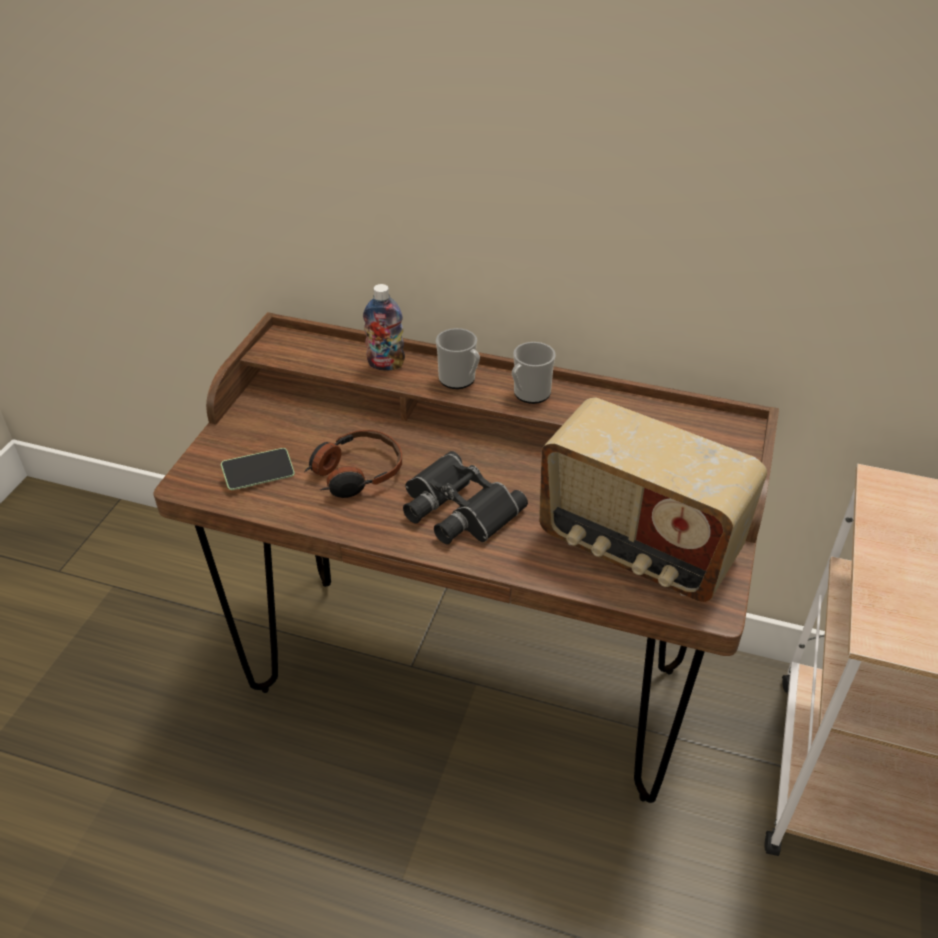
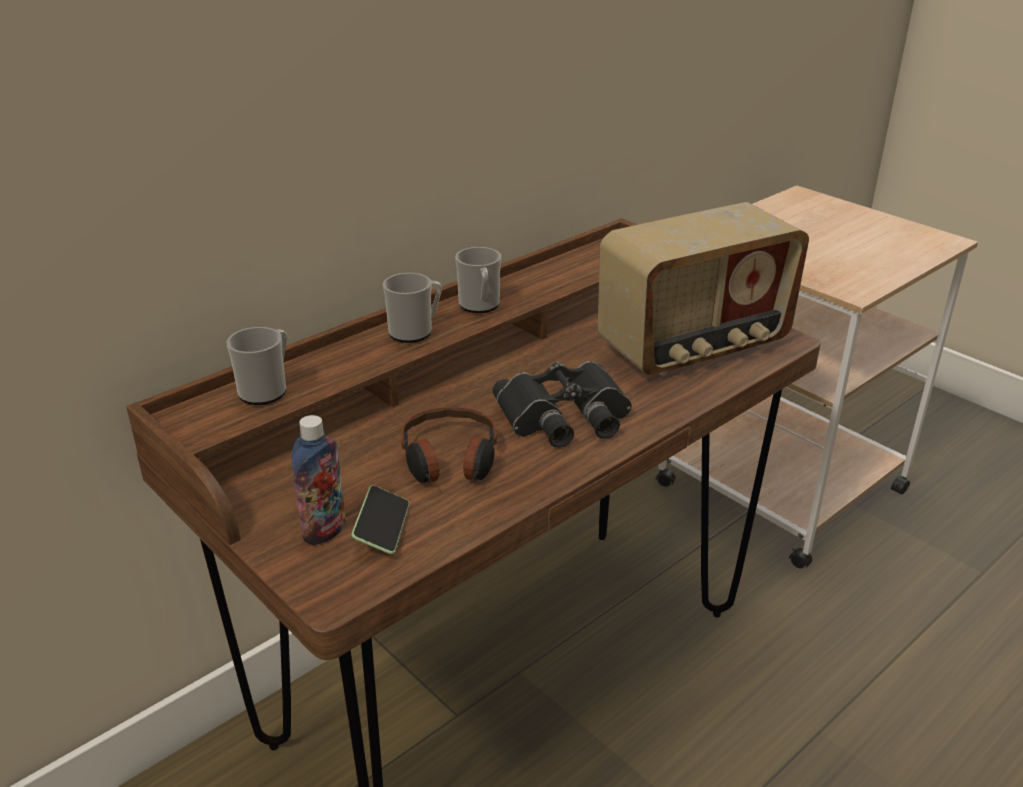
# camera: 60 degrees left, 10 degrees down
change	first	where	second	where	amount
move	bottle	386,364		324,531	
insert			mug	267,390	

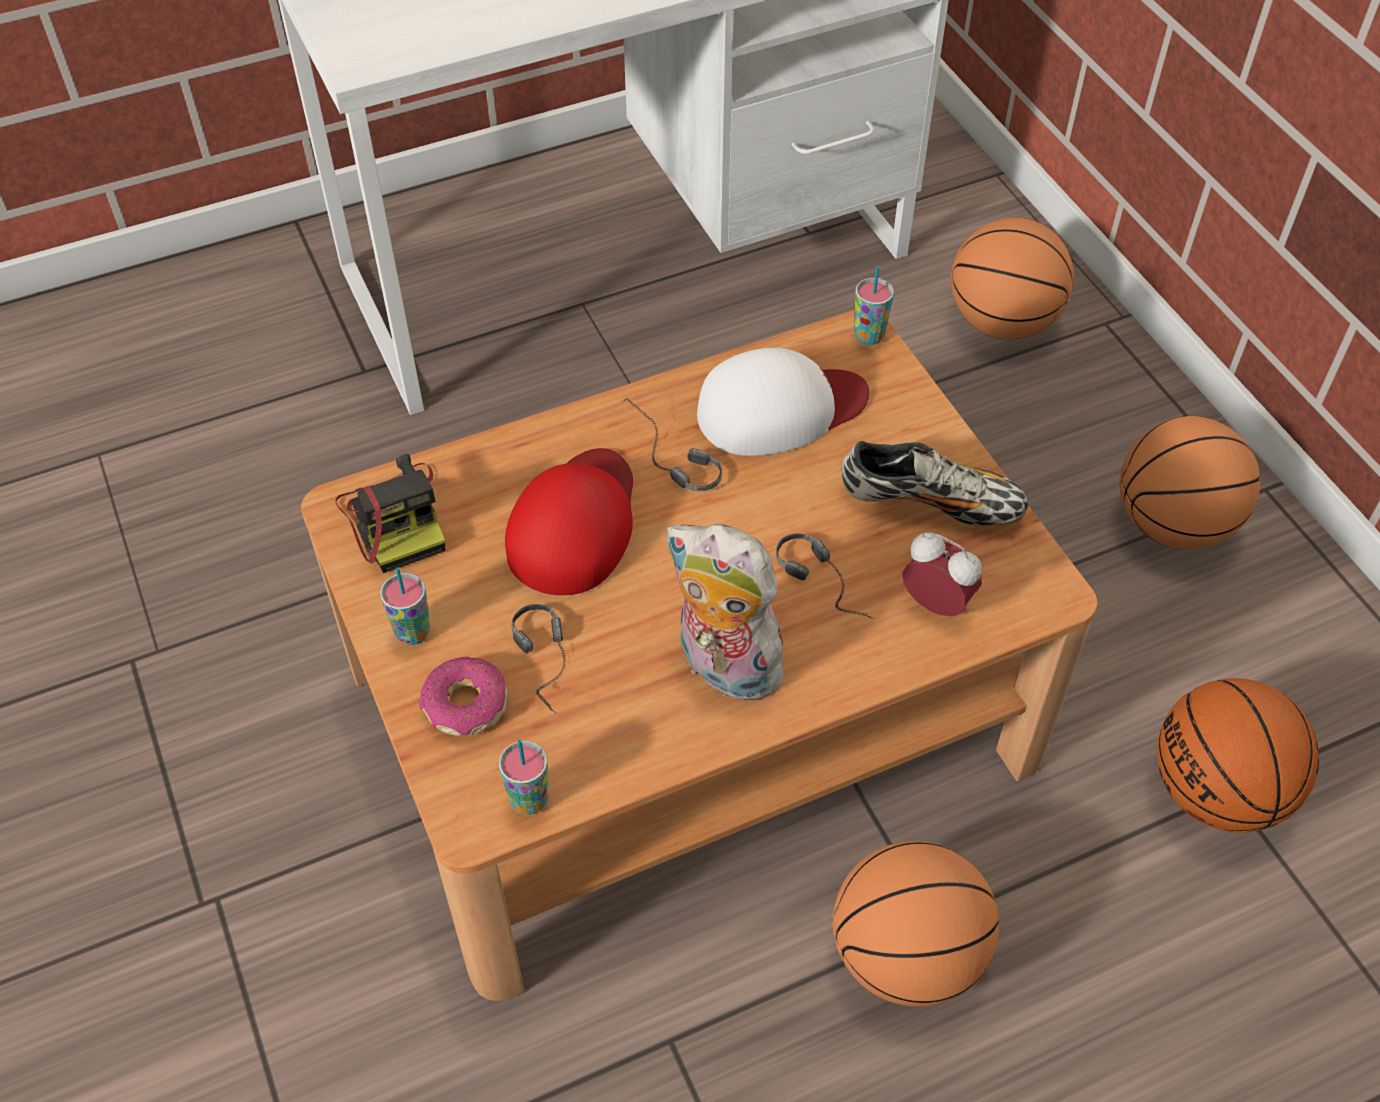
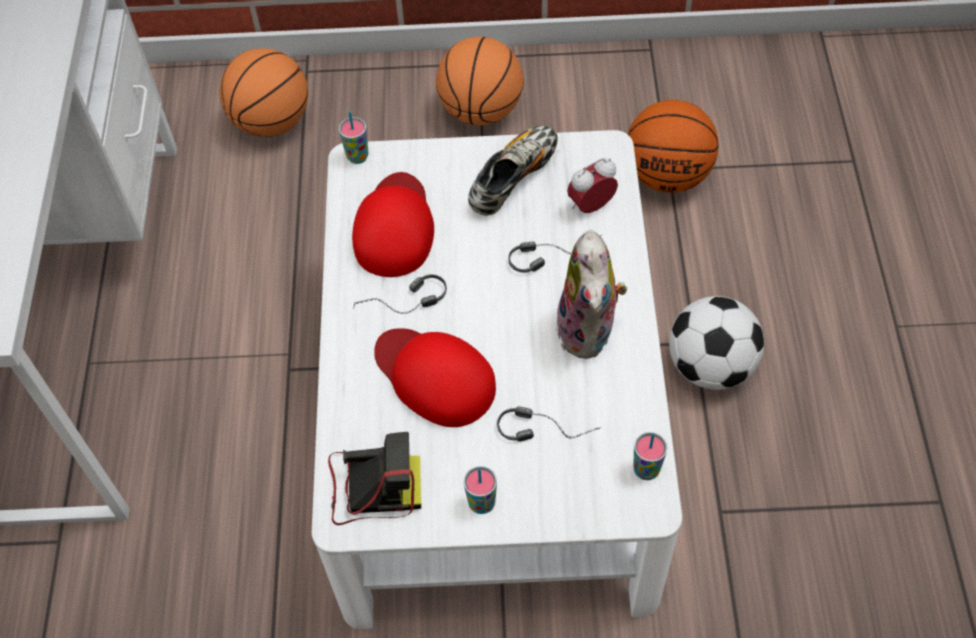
# camera: 65 degrees left, 5 degrees up
change	first	where	second	where	amount
recolor	brown coffee table	690,709	white coffee table	492,418	
delete	donut	465,705			
rotate	plush toy	722,667		589,331	60 degrees counterclockwise
recolor	white cap	780,409	red cap	395,227	
replace	basketball	906,956	football	710,366	

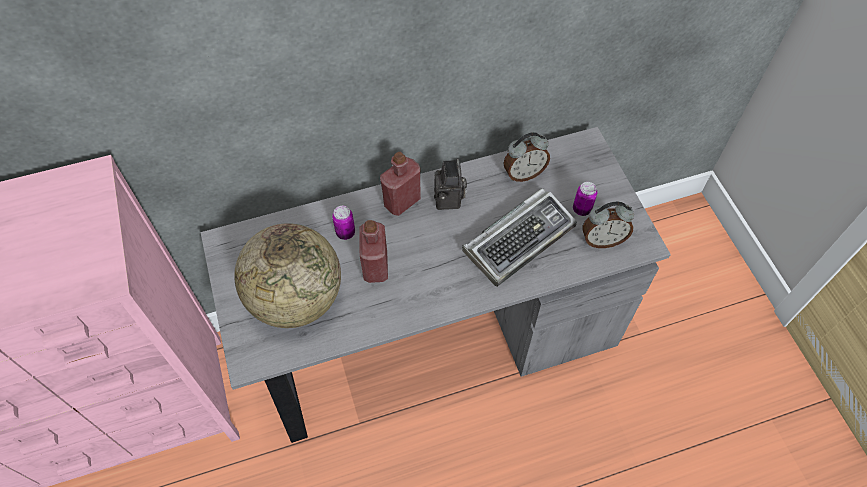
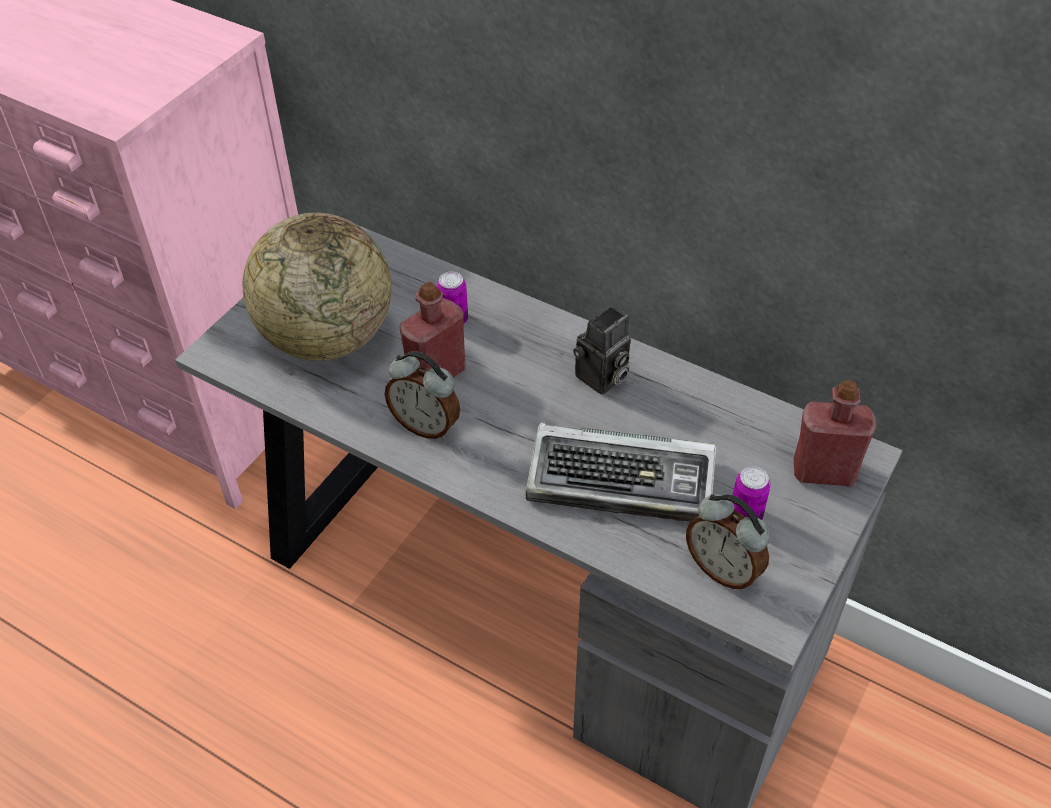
# camera: 50 degrees right, 10 degrees down
change	first	where	second	where	amount
move	red bottle	402,201		823,471	
move	alarm clock	523,173		426,425	

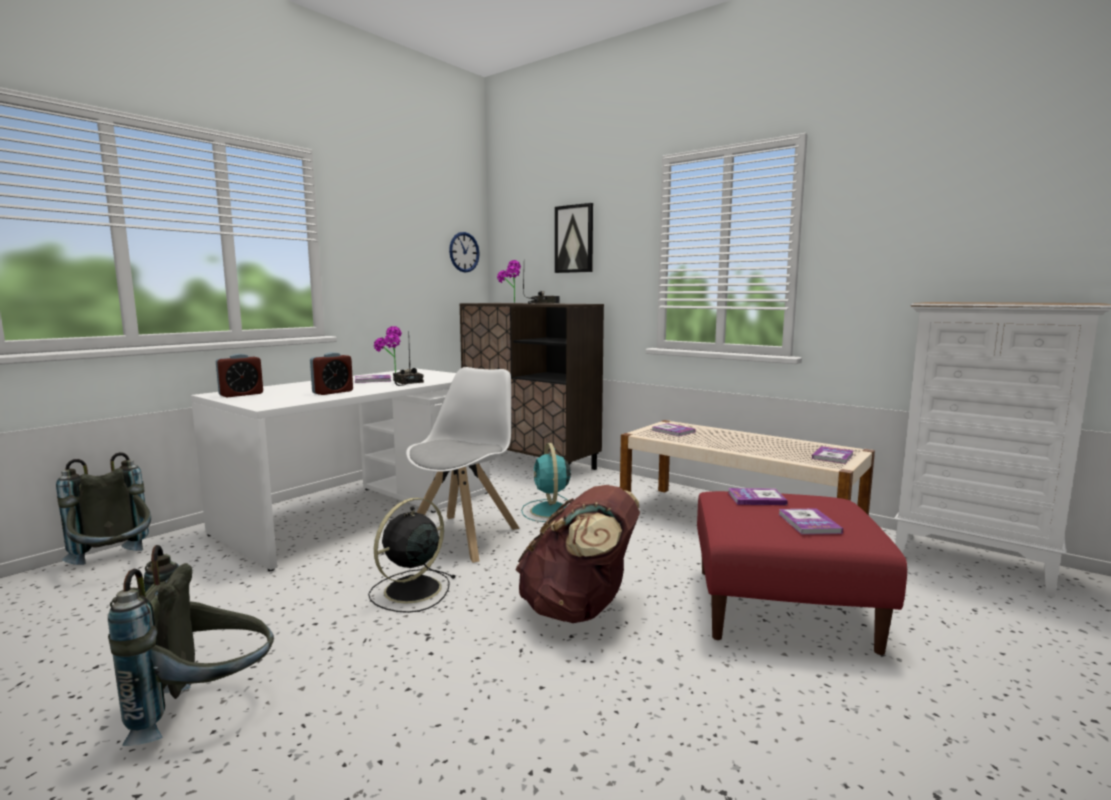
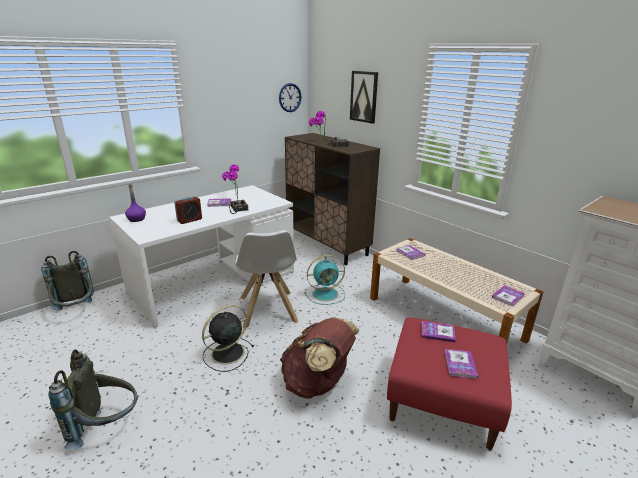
# camera: 10 degrees right, 15 degrees up
change	first	where	second	where	amount
replace	alarm clock	241,394	purple bottle	136,219	
rotate	chair	464,536		268,310	135 degrees clockwise
rotate	turquoise fan	550,511		326,294	105 degrees counterclockwise

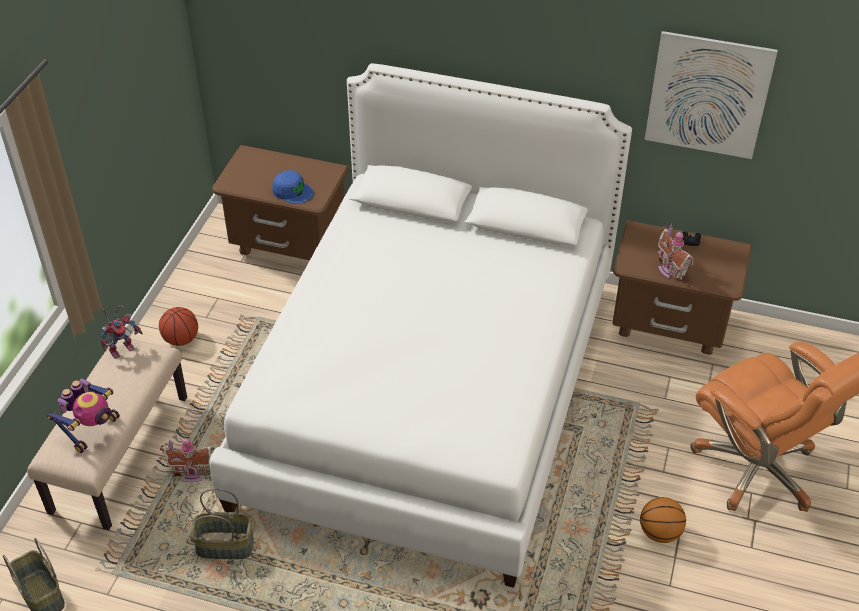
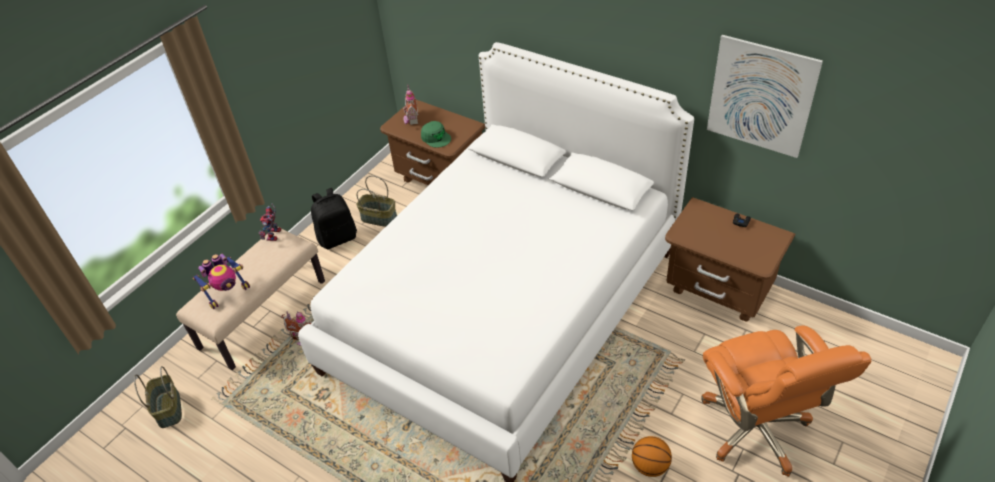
# camera: 20 degrees right, 0 degrees up
change	first	where	second	where	amount
rotate	toy robot	123,348		274,236	120 degrees clockwise
replace	basketball	181,339	black backpack	338,238	
move	basket	225,545		379,218	
recolor	blue cap	292,191	green cap	436,137	
move	toy house	669,269		411,119	

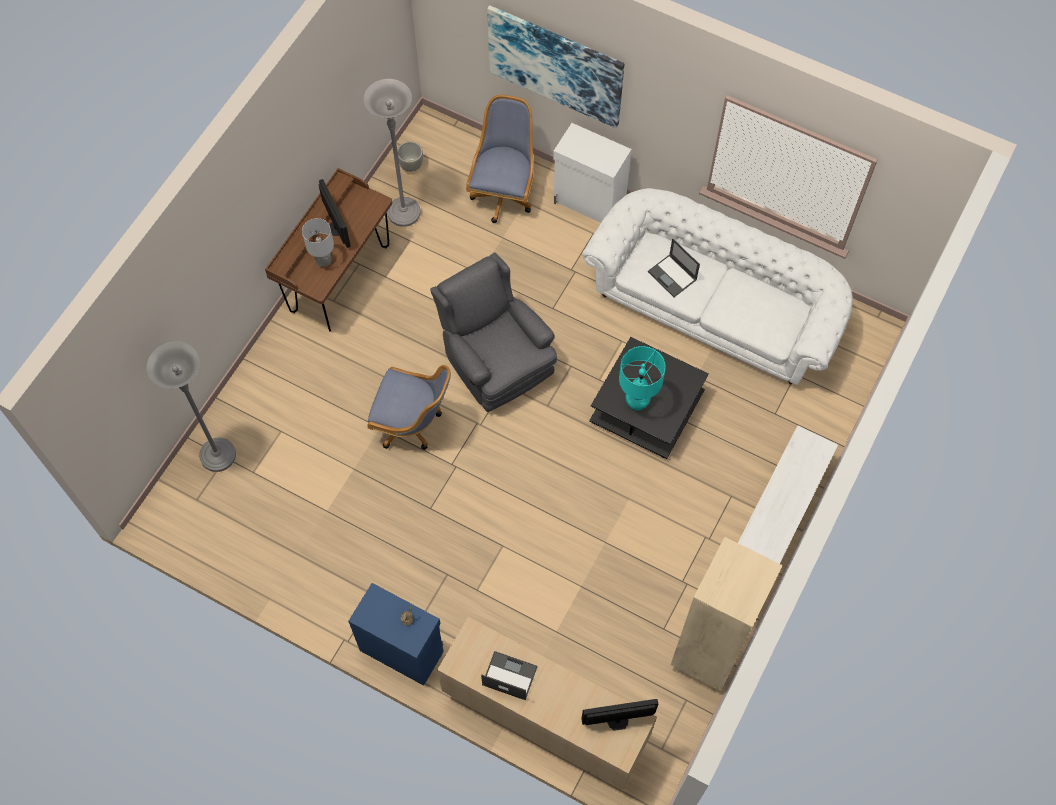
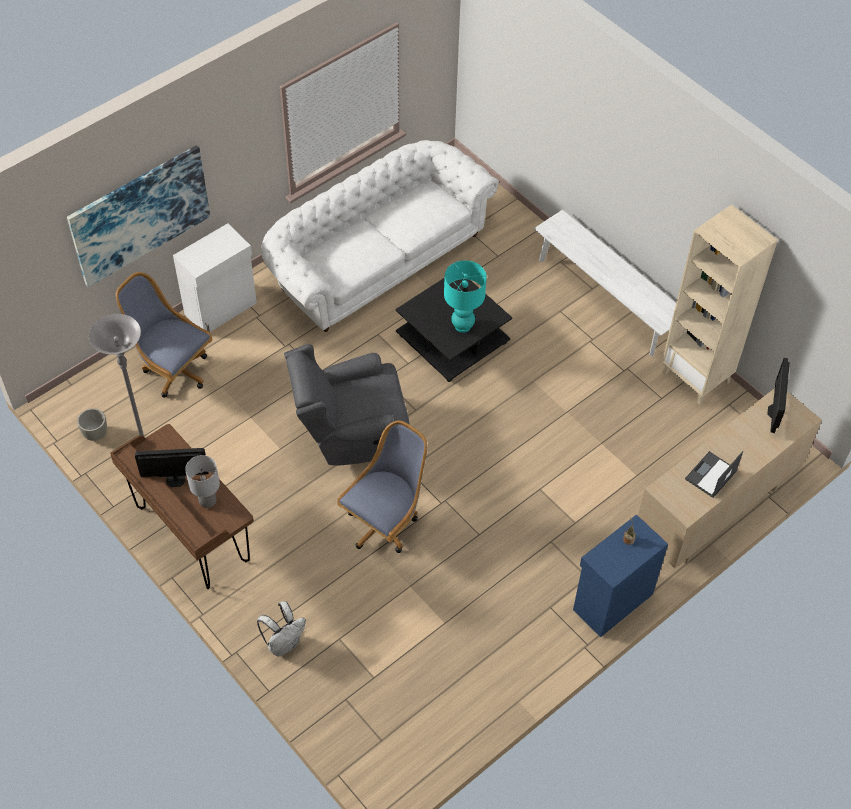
# camera: 70 degrees left, 10 degrees down
change	first	where	second	where	amount
delete	grey floor lamp	218,455			
delete	laptop	672,276			
insert			white backpack	284,643	

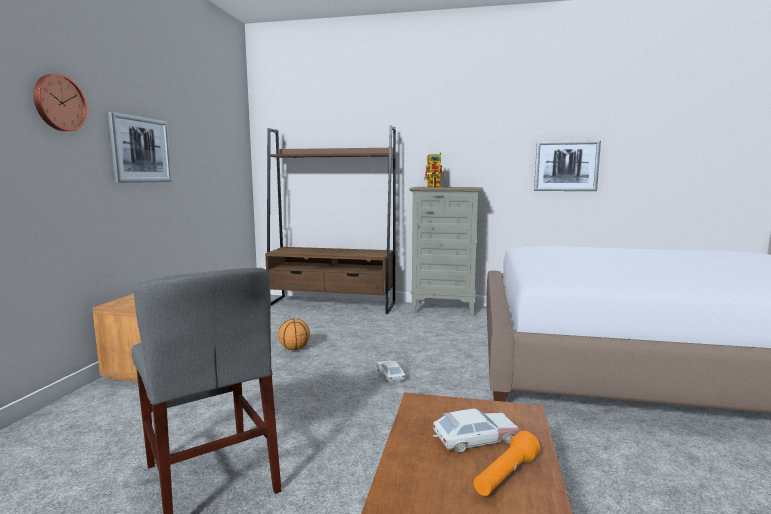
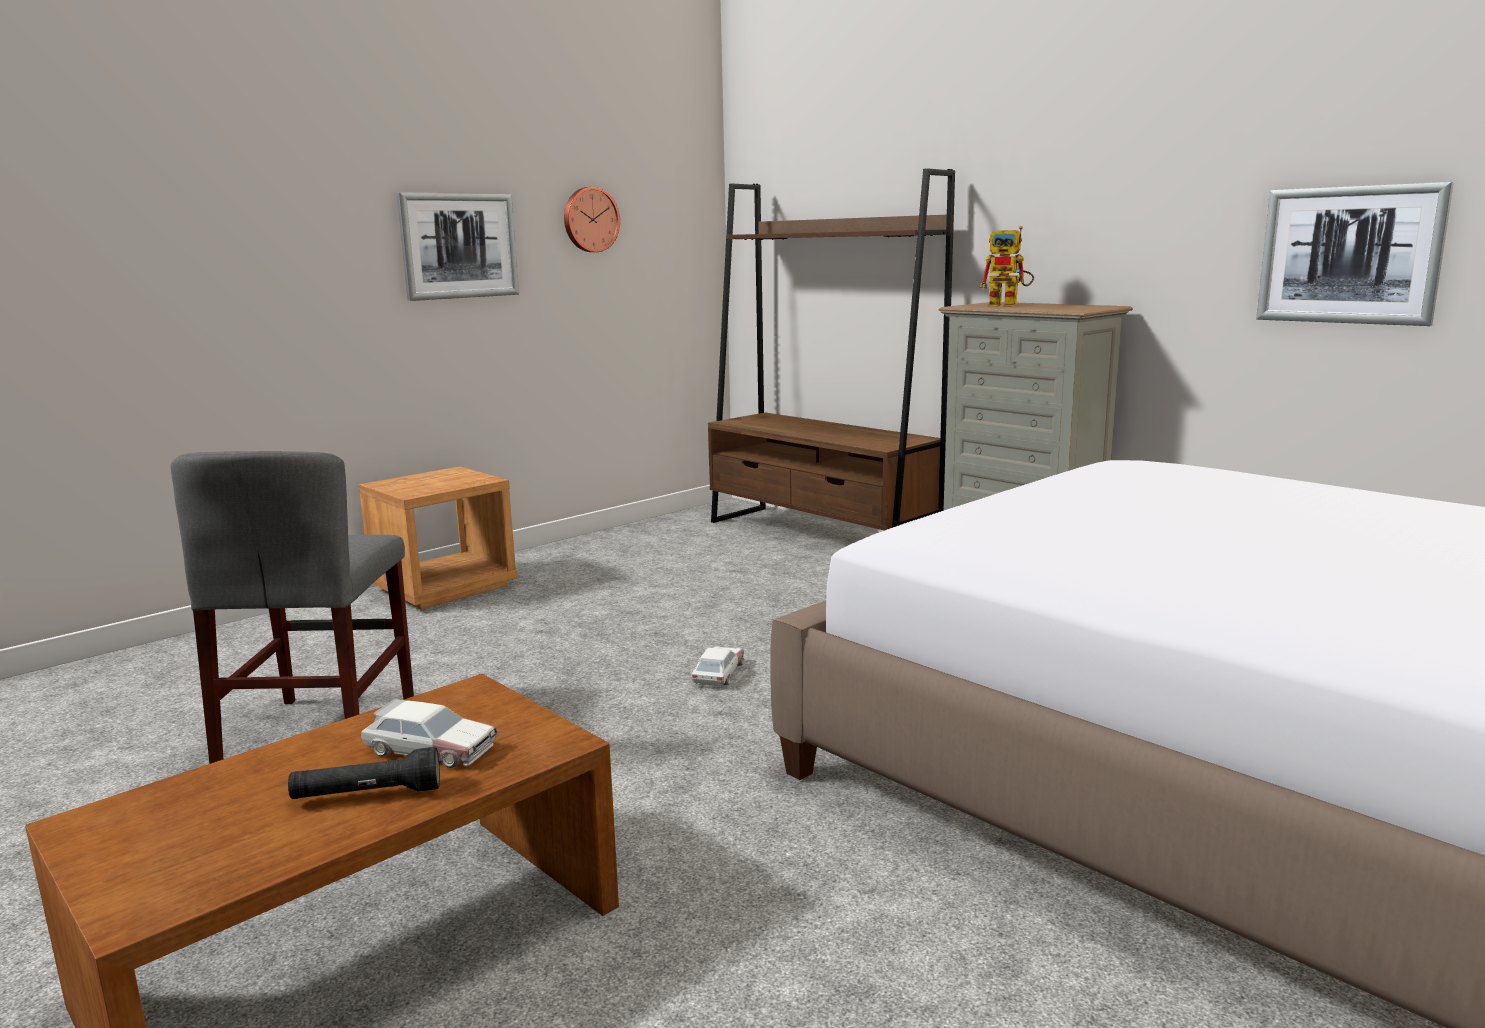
# camera: 35 degrees right, 5 degrees up
change	first	where	second	where	amount
move	wall clock	59,103		590,219	
delete	basketball	294,349			
recolor	orange flashlight	505,476	black flashlight	367,795	

